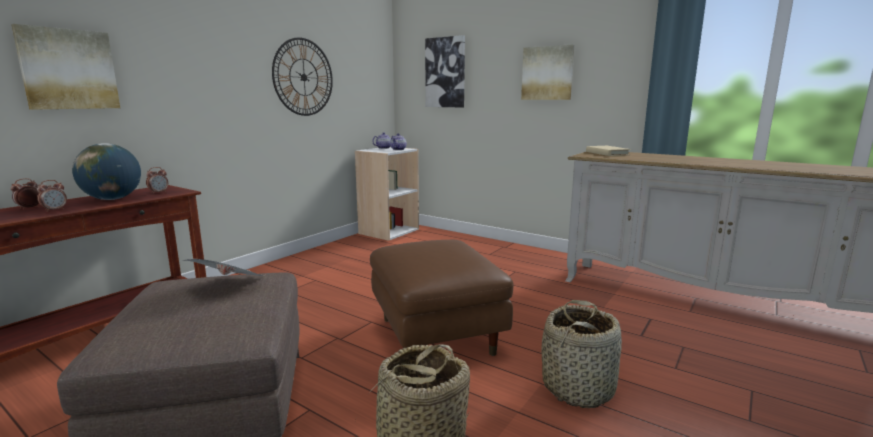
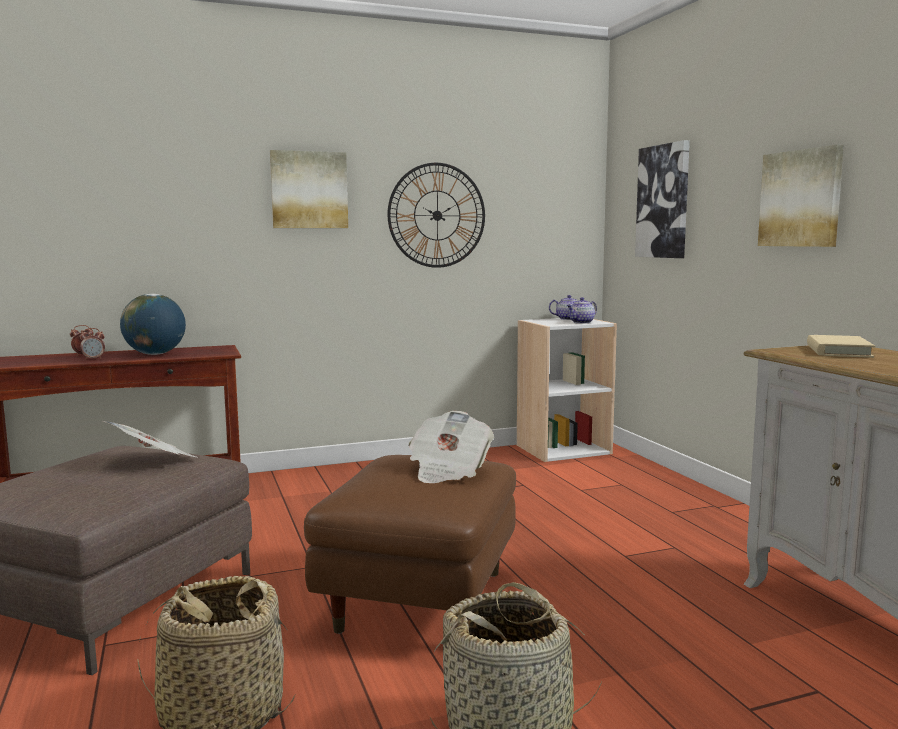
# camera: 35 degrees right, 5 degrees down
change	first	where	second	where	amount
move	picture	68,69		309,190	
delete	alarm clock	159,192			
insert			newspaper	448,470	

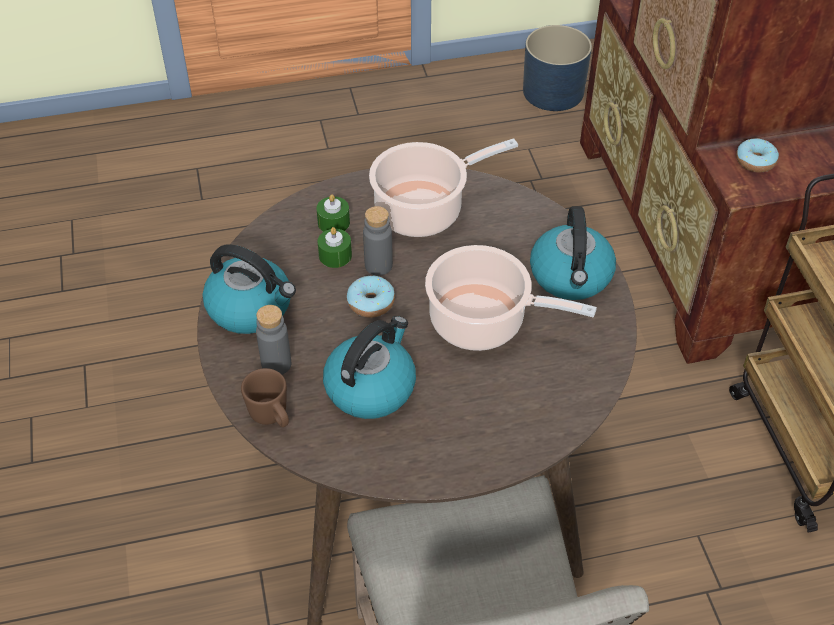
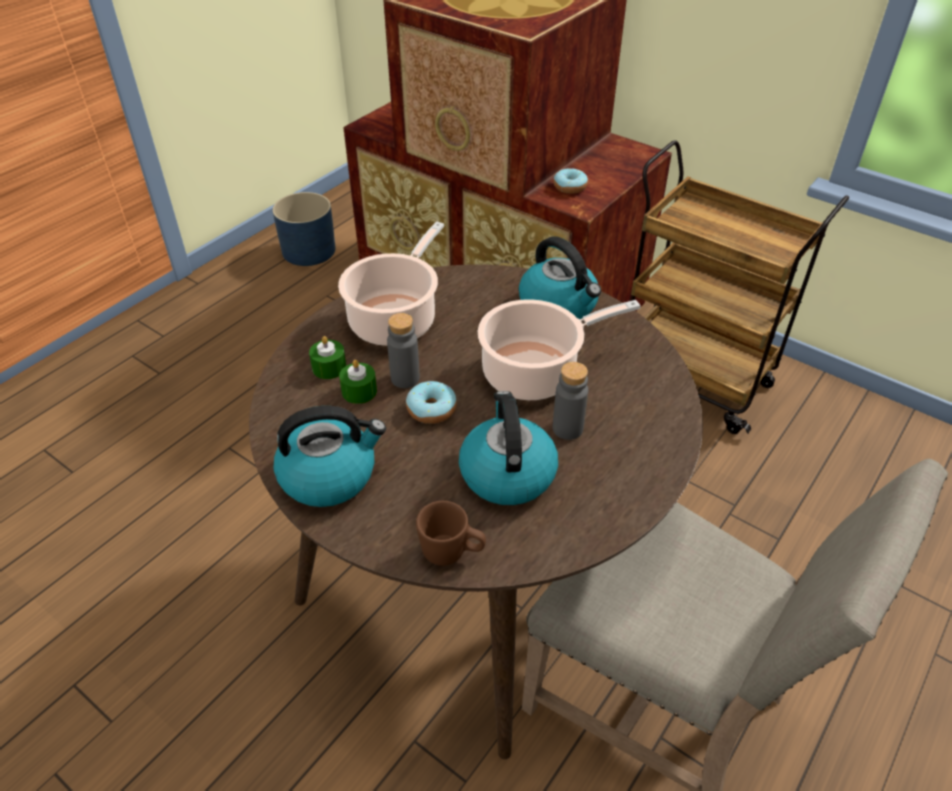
# camera: 40 degrees left, 5 degrees down
change	first	where	second	where	amount
move	grey bottle	276,364		567,428	

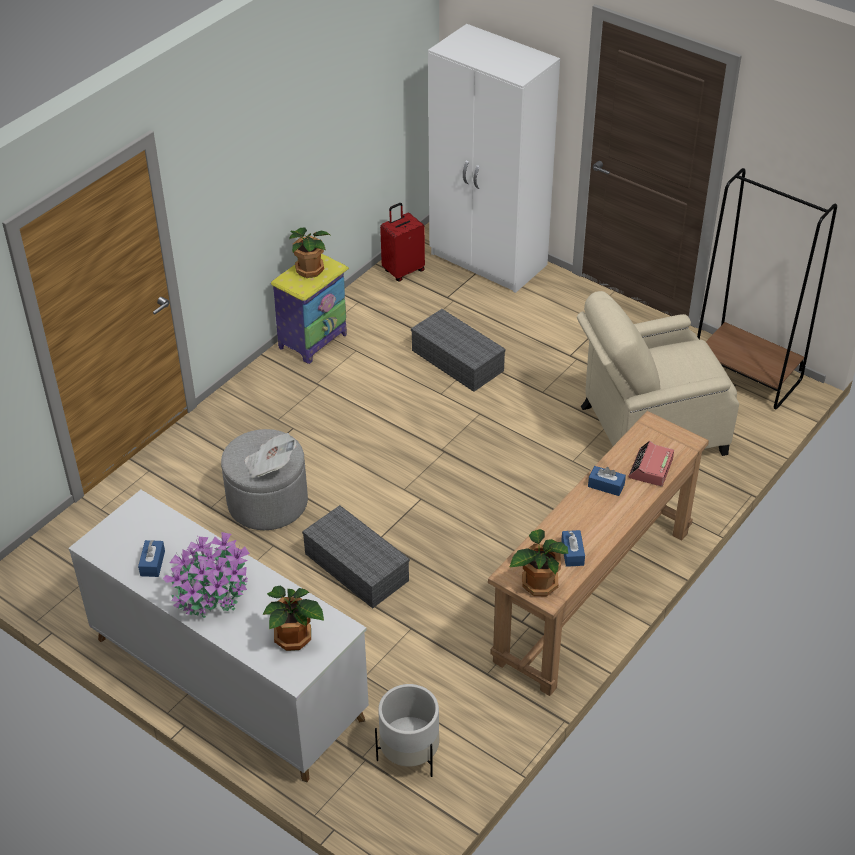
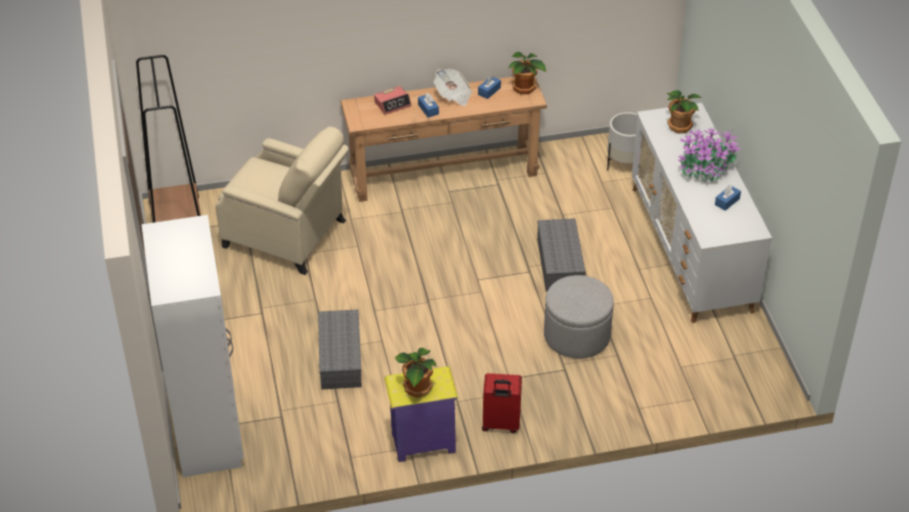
# camera: 140 degrees left, 0 degrees up
change	first	where	second	where	amount
move	newspaper	270,465		453,95	
move	red suitcase	403,270		500,424	

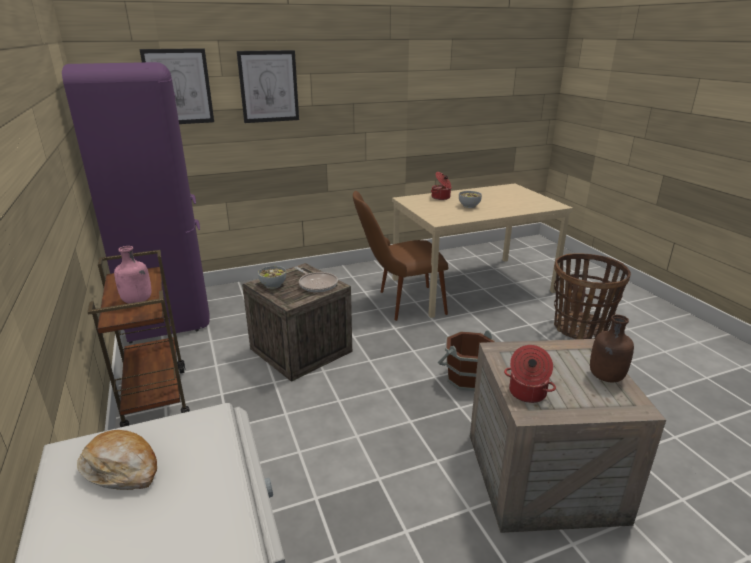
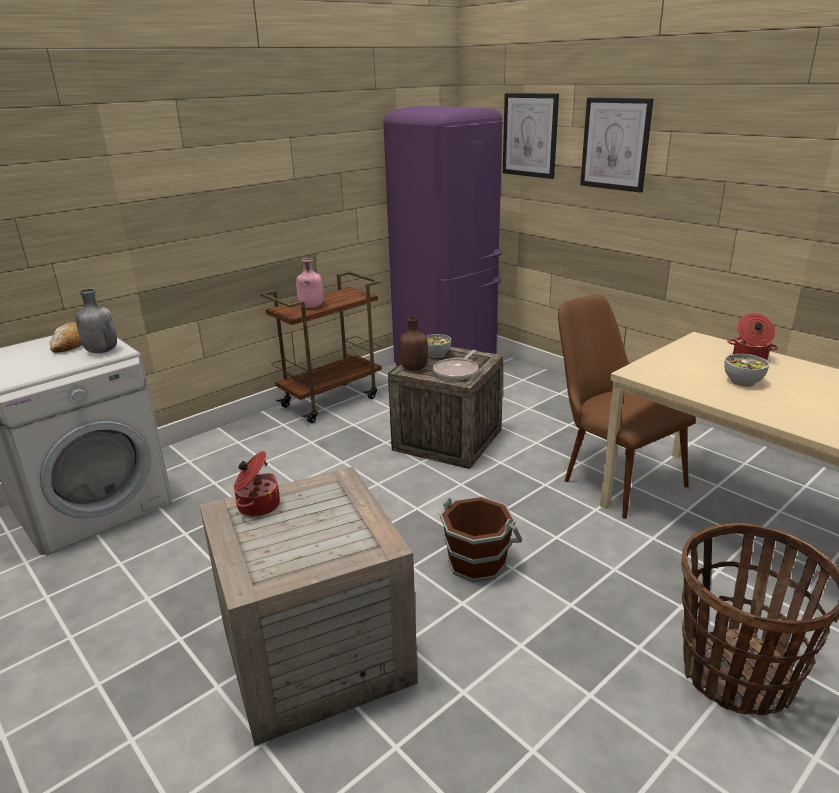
# camera: 70 degrees right, 0 degrees up
change	first	where	second	where	amount
move	brown bottle	605,377		413,368	
insert			grey bottle	101,351	

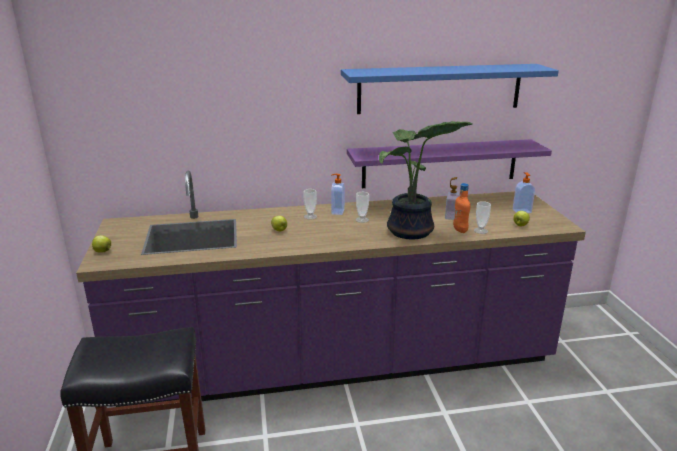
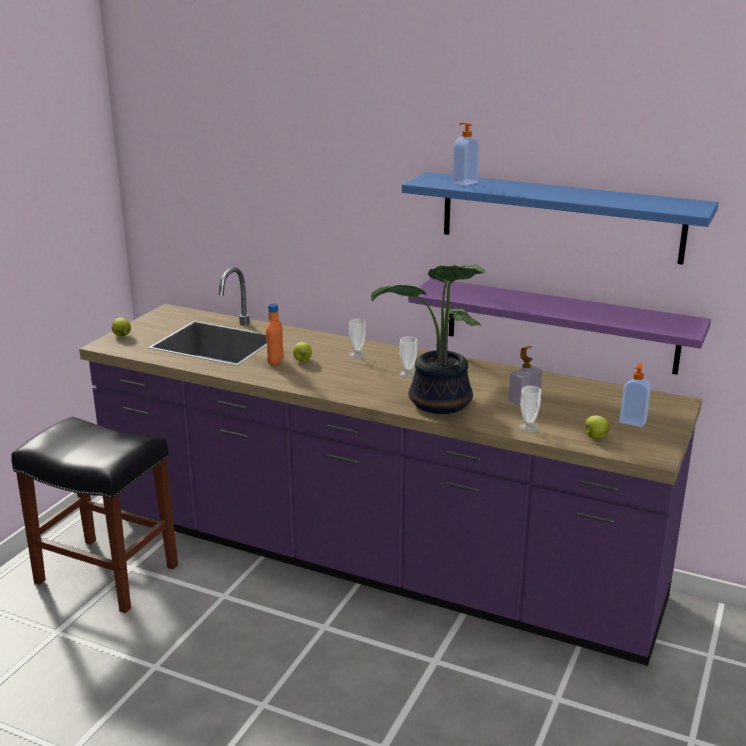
# camera: 35 degrees right, 0 degrees up
change	first	where	second	where	amount
move	soap dispenser	337,212		464,182	
move	orange bottle	460,230		275,362	

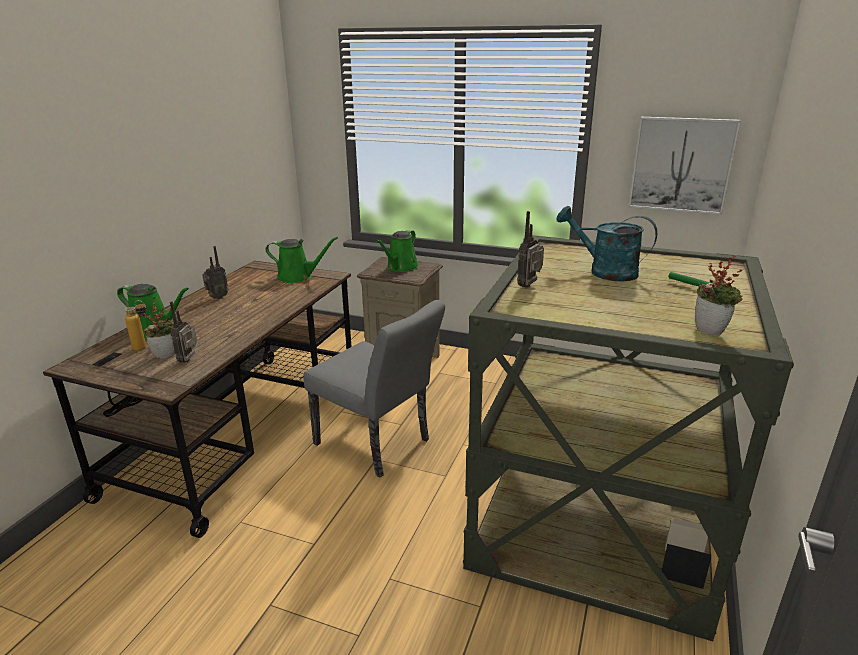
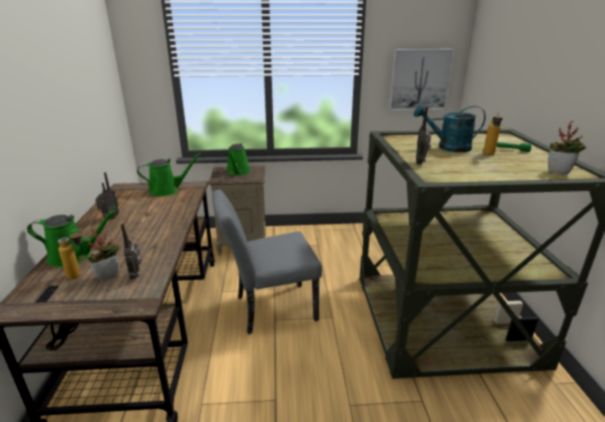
# camera: 25 degrees left, 0 degrees up
change	first	where	second	where	amount
rotate	grey chair	378,445		269,309	150 degrees clockwise
insert			bottle	489,155	

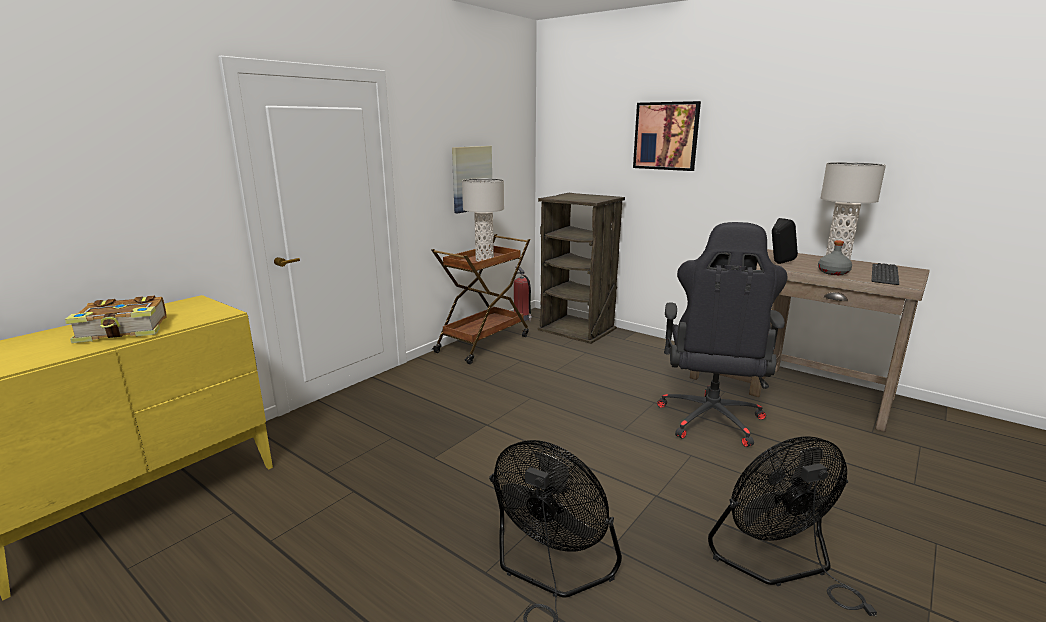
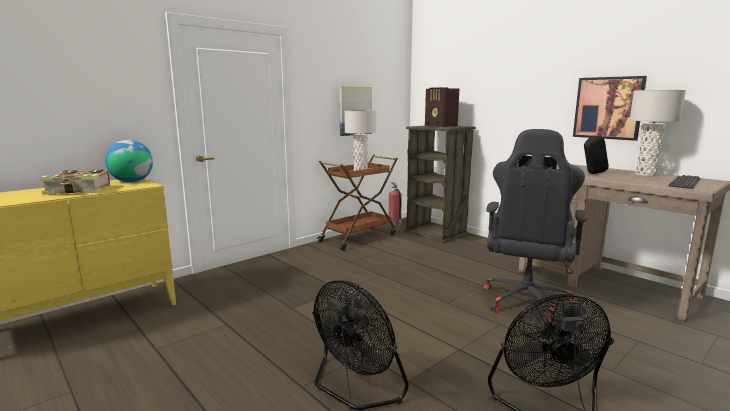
# camera: 10 degrees right, 5 degrees down
change	first	where	second	where	amount
move	picture	666,136		608,108	
delete	grey bottle	832,272			
insert			globe	132,181	
insert			radio	440,126	

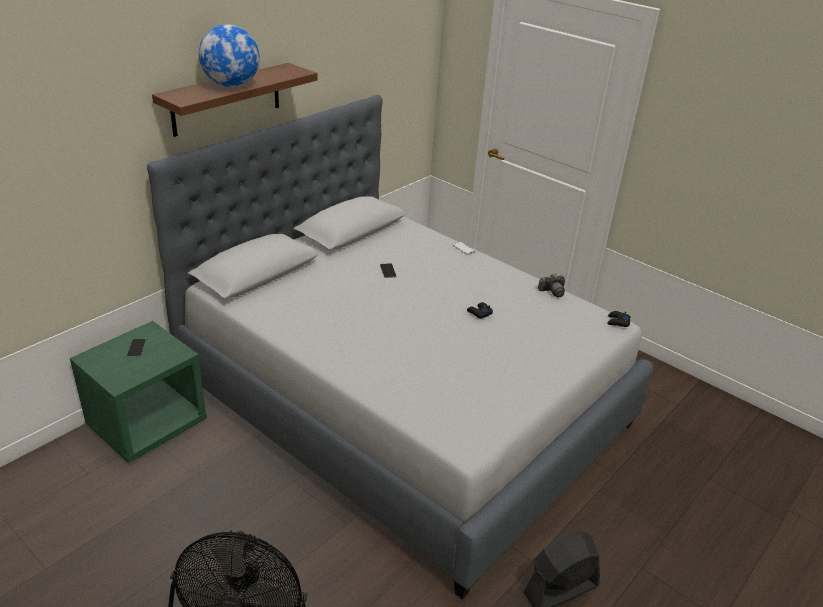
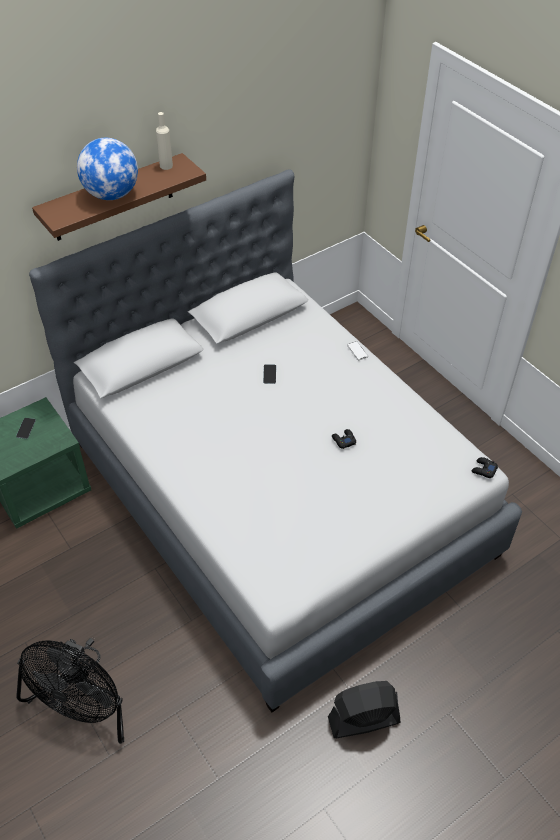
# camera: 15 degrees right, 15 degrees up
change	first	where	second	where	amount
delete	photo camera	552,291			
insert			beige bottle	166,166	

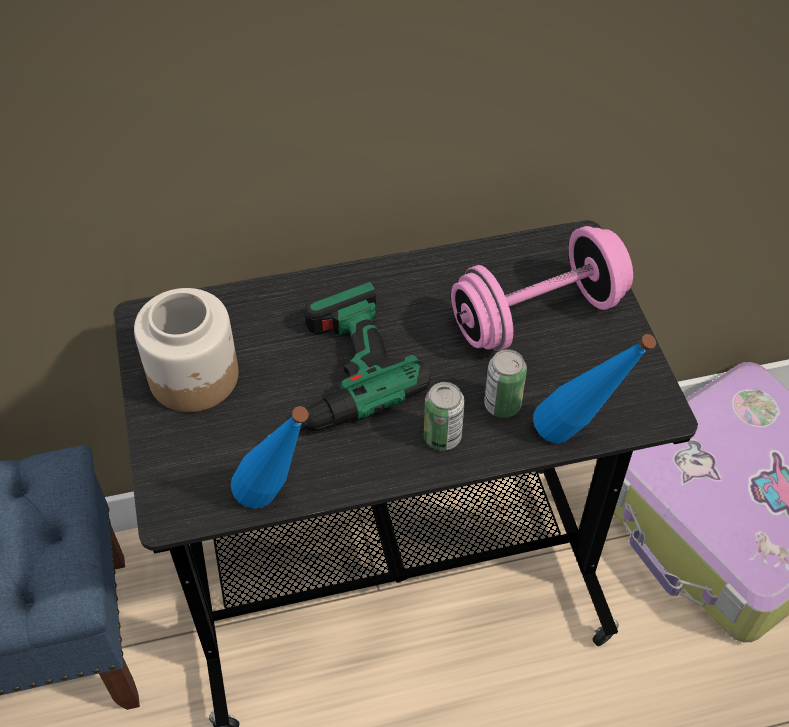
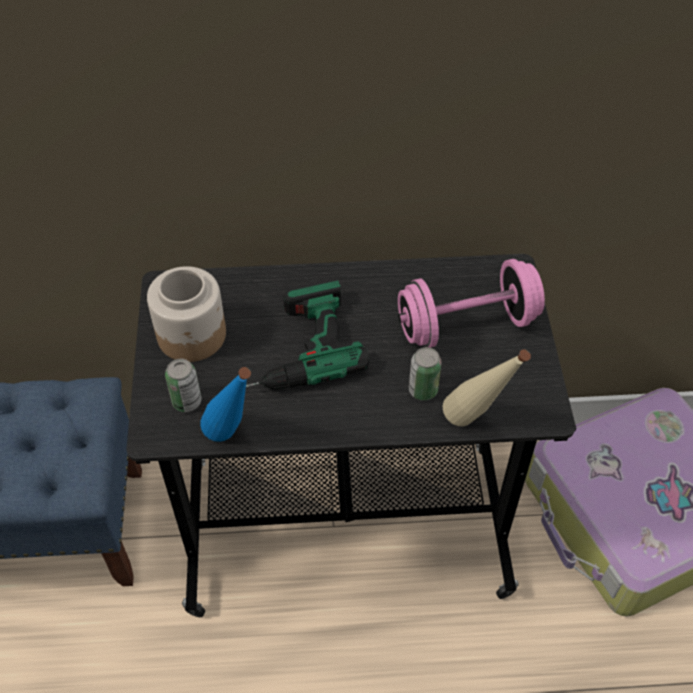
# camera: 10 degrees right, 0 degrees up
change	first	where	second	where	amount
move	can	442,437		187,401	
recolor	blue bottle	577,438	beige bottle	475,424	

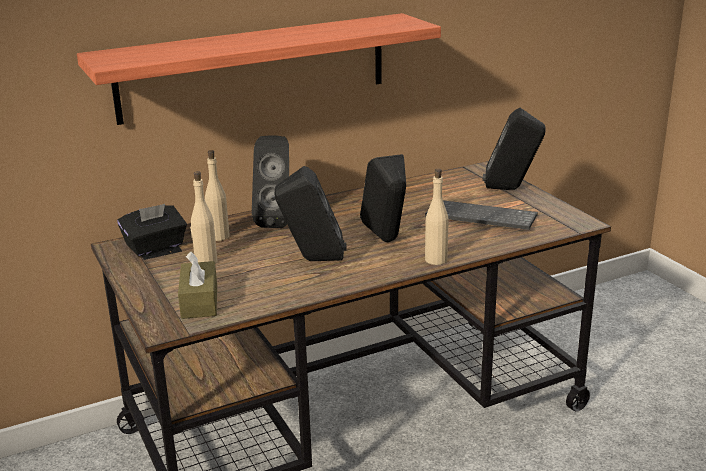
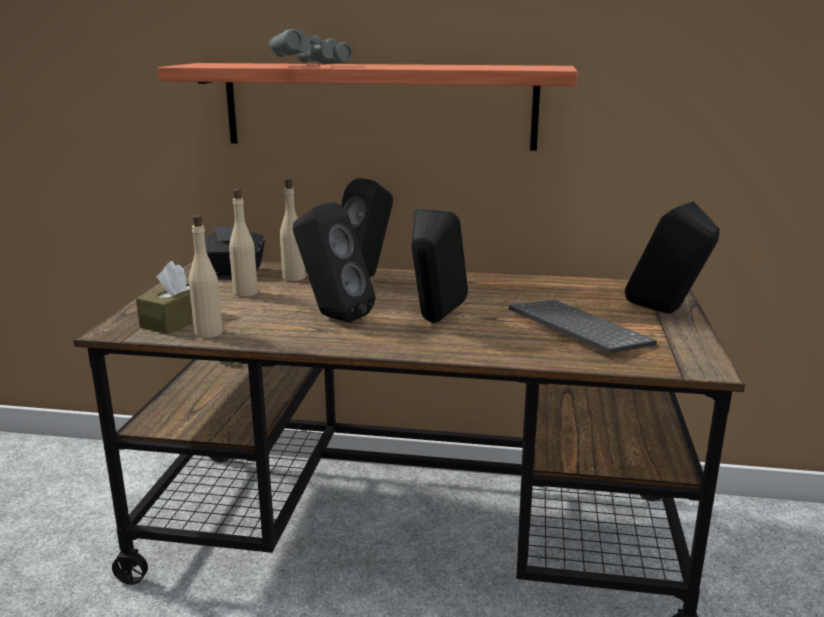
# camera: 35 degrees right, 5 degrees down
change	first	where	second	where	amount
move	beige bottle	436,260		209,333	
insert			grey binoculars	307,65	

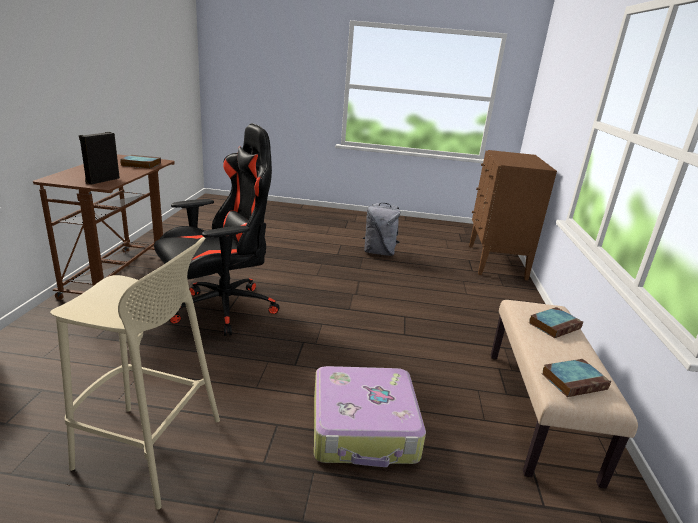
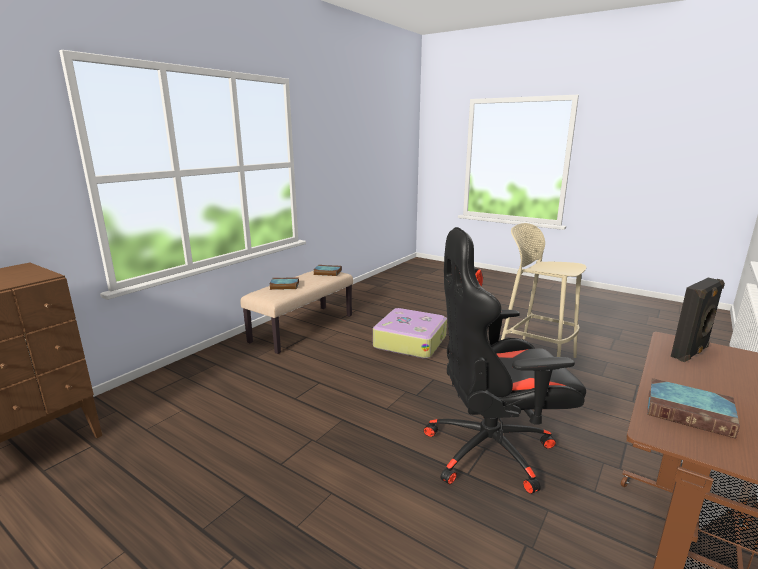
# camera: 150 degrees left, 5 degrees down
change	first	where	second	where	amount
delete	grey backpack	379,252			

